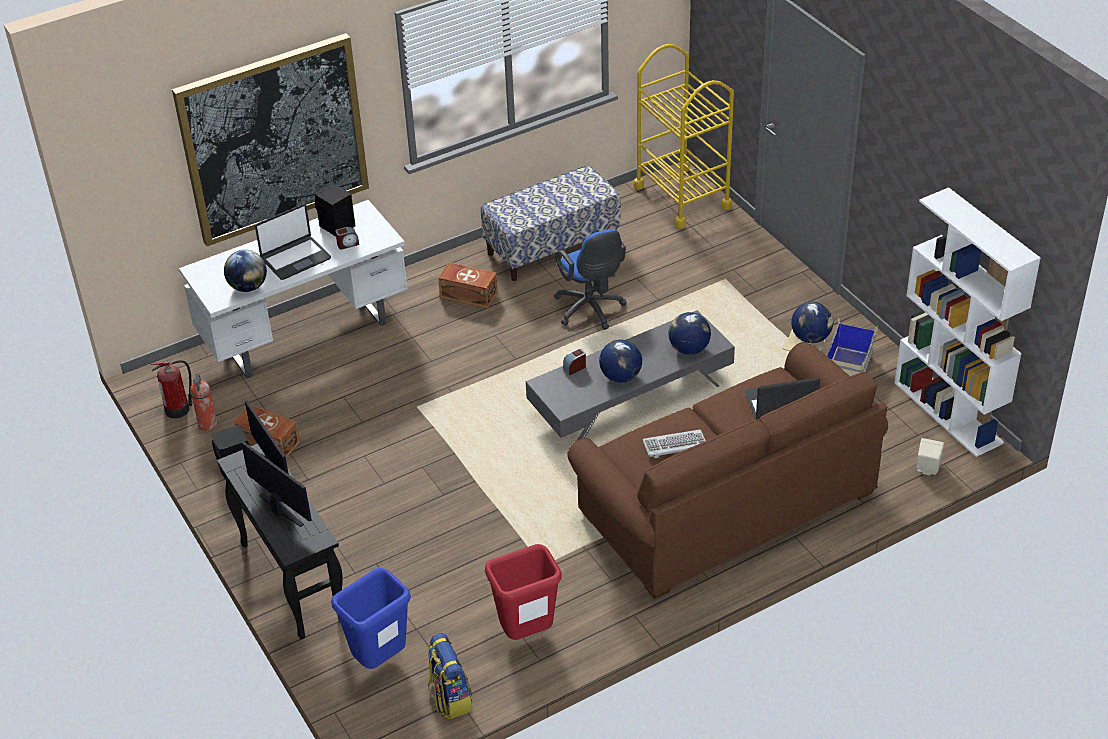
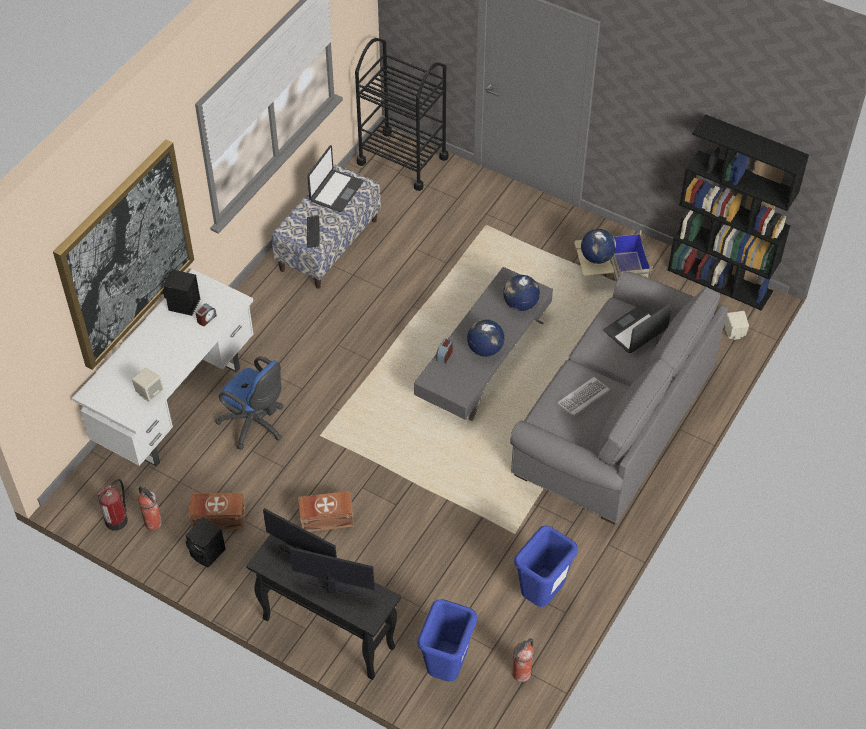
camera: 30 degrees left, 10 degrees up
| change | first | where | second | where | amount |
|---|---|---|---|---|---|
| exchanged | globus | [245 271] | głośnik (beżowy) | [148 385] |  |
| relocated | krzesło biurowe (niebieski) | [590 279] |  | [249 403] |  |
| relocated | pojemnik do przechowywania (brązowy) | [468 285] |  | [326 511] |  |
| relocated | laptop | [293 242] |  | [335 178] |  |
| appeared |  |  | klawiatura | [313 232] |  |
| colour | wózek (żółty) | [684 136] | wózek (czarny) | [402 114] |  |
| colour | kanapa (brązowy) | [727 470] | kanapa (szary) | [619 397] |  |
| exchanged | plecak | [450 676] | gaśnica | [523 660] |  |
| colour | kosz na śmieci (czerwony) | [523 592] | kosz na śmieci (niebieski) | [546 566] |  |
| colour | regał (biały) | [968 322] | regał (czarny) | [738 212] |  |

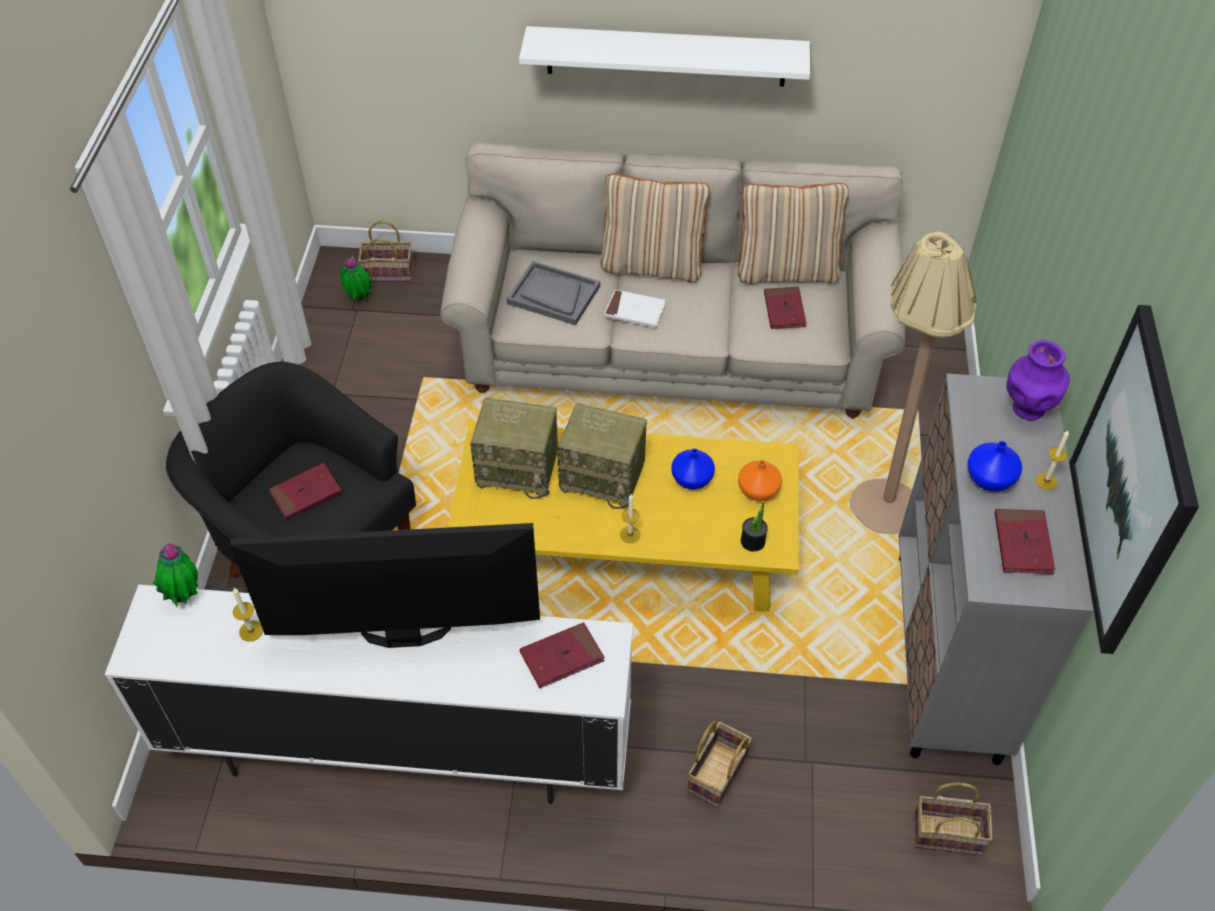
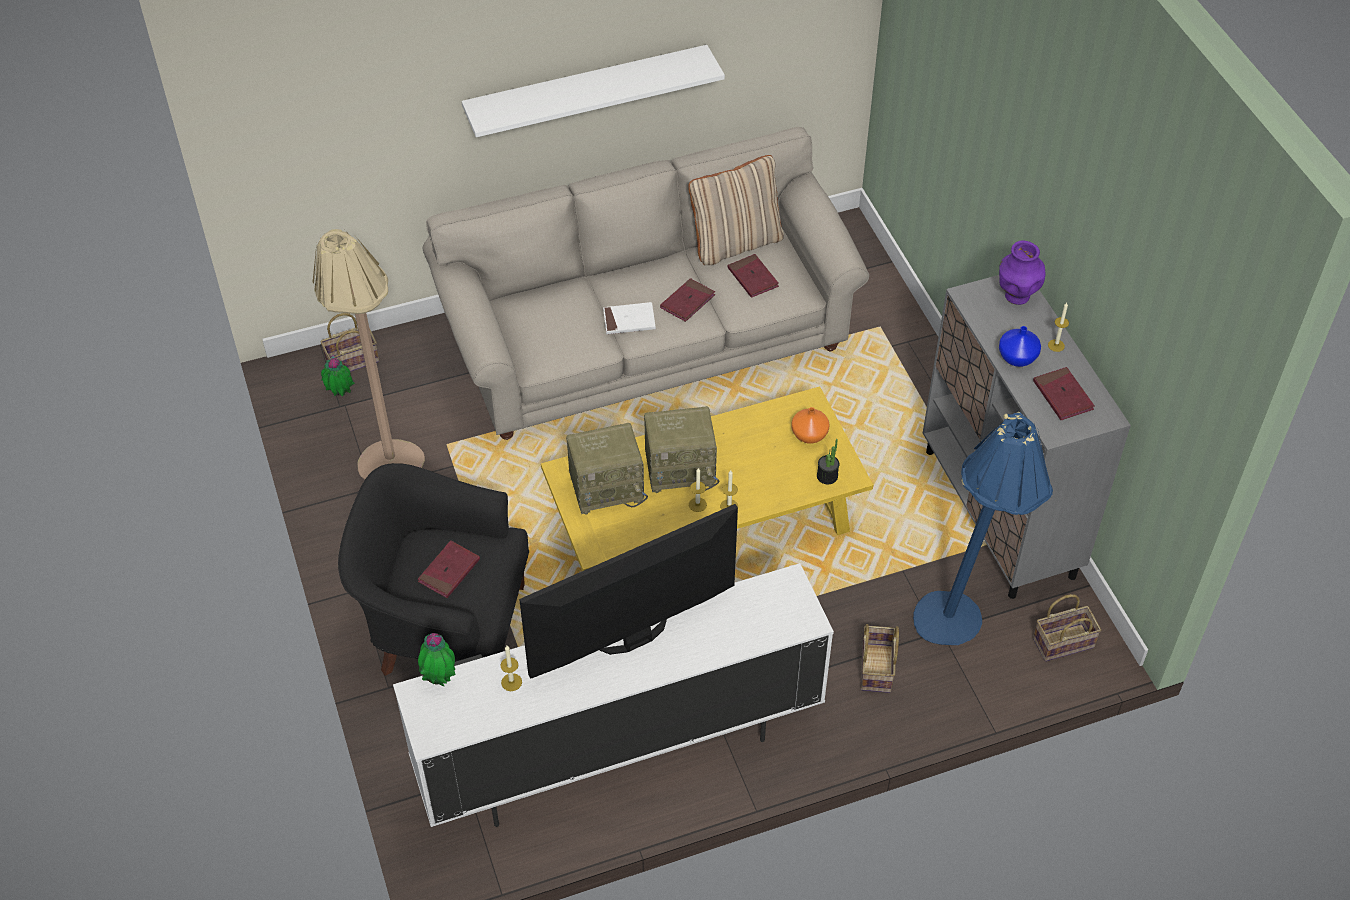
camera: 25 degrees left, 0 degrees up
| change | first | where | second | where | amount |
|---|---|---|---|---|---|
| relocated | lampa stojąca (beżowy) | [913 382] |  | [369 354] |  |
| relocated | książka (czerwony) | [562 655] |  | [687 300] |  |
| appeared |  |  | świeca | [698 490] |  |
| appeared |  |  | lampa stojąca (niebieski) | [983 528] |  |
| missing | taca (szary) | [553 293] |  |  |  |
| missing | poduszka (beżowy) | [655 228] |  |  |  |
| missing | wazon (niebieski) | [693 469] |  |  |  |
| missing | obraz | [1134 479] |  |  |  |

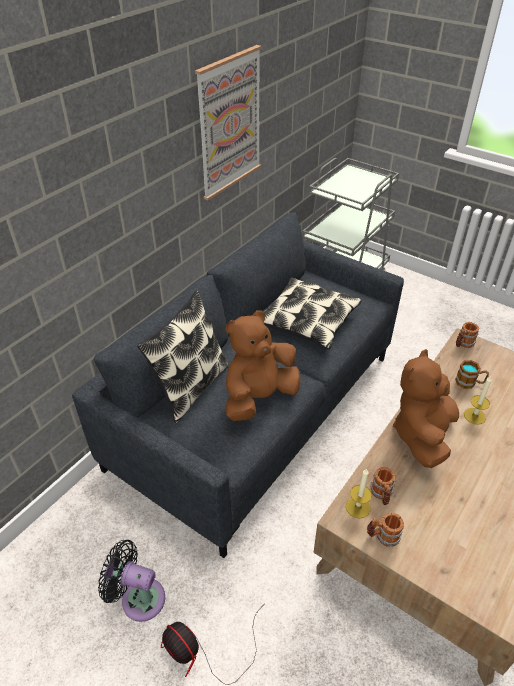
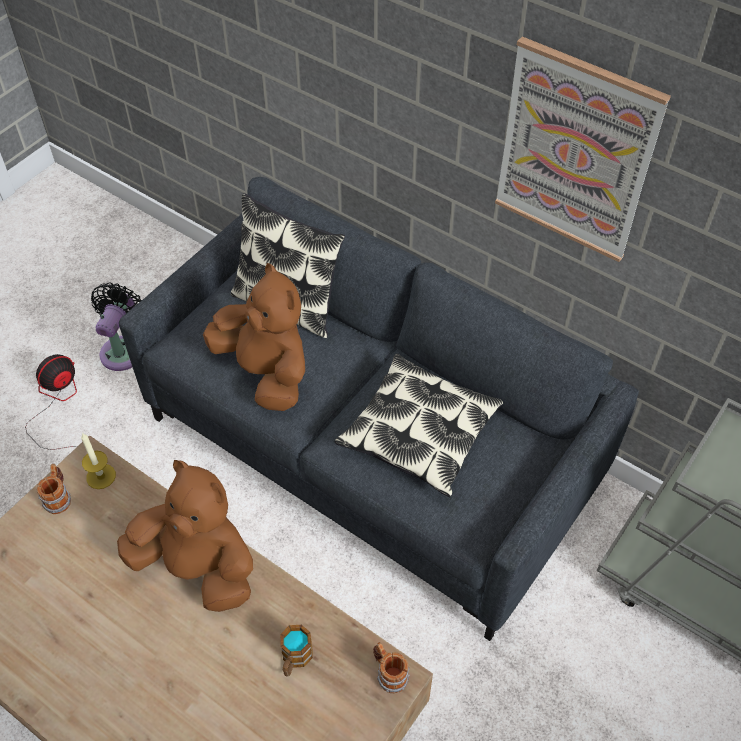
camera: 90 degrees right, 10 degrees up
| change | first | where | second | where | amount |
|---|---|---|---|---|---|
| missing | kubek | [383 486] |  |  |  |
| missing | świeca | [478 400] |  |  |  |

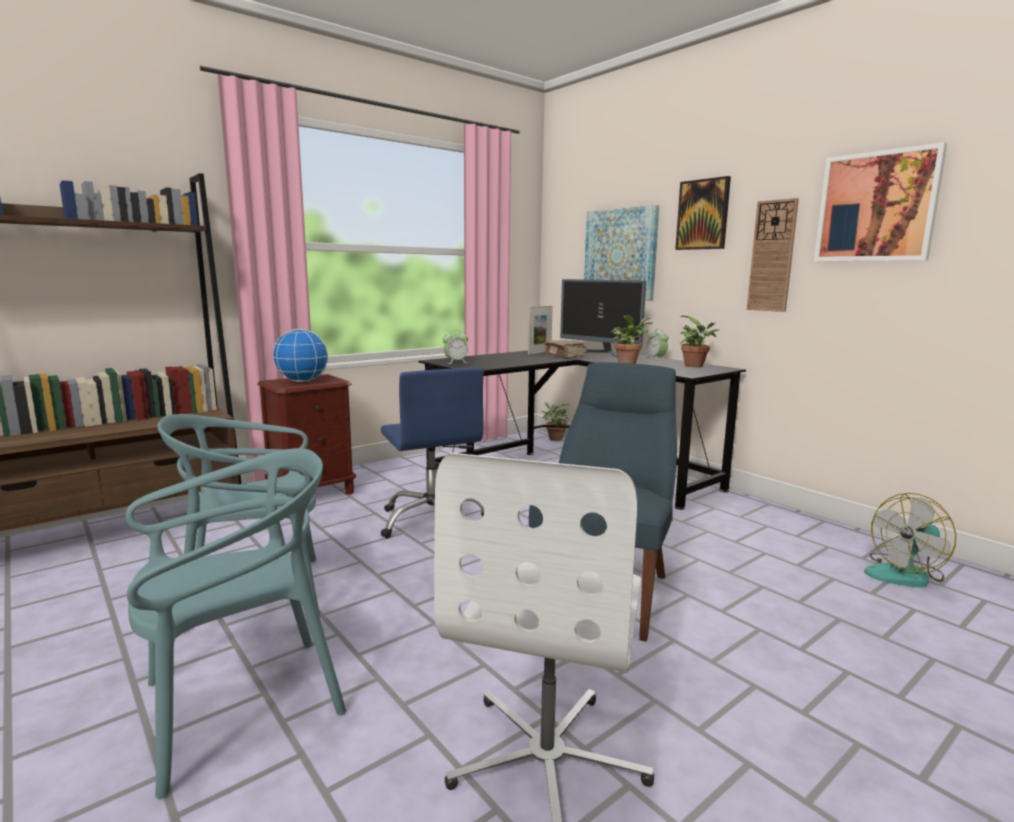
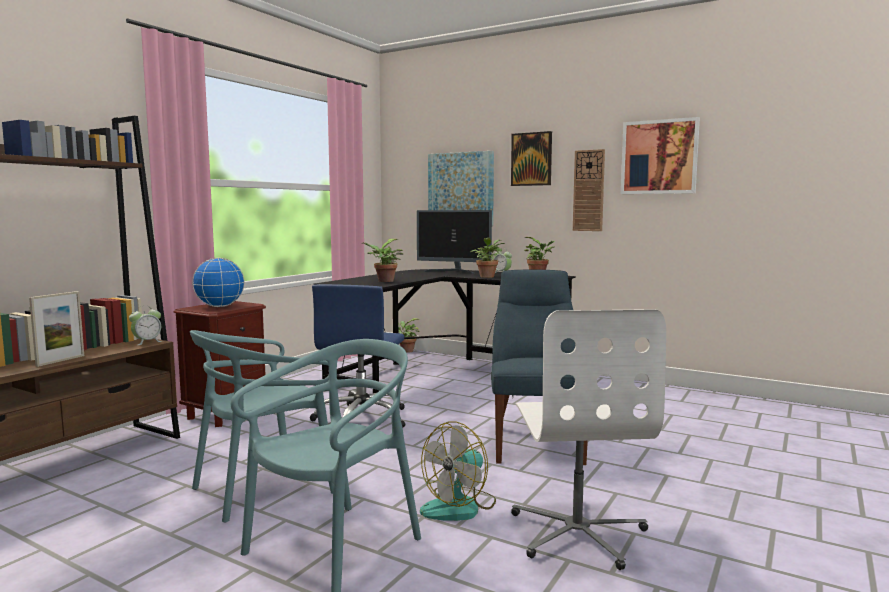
camera: 20 degrees left, 5 degrees down
| change | first | where | second | where | amount |
|---|---|---|---|---|---|
| relocated | ramka na zdjęcie | [540 330] |  | [56 329] |  |
| relocated | budzik | [455 347] |  | [146 325] |  |
| spun | krzesło biurowe (niebieski) | [432 453] |  | [357 355] | 60 degrees clockwise |
| appeared |  |  | roślina doniczkowa | [382 260] |  |
| relocated | wentylator | [910 540] |  | [458 471] |  |
| missing | książka (brązowy) | [565 349] |  |  |  |

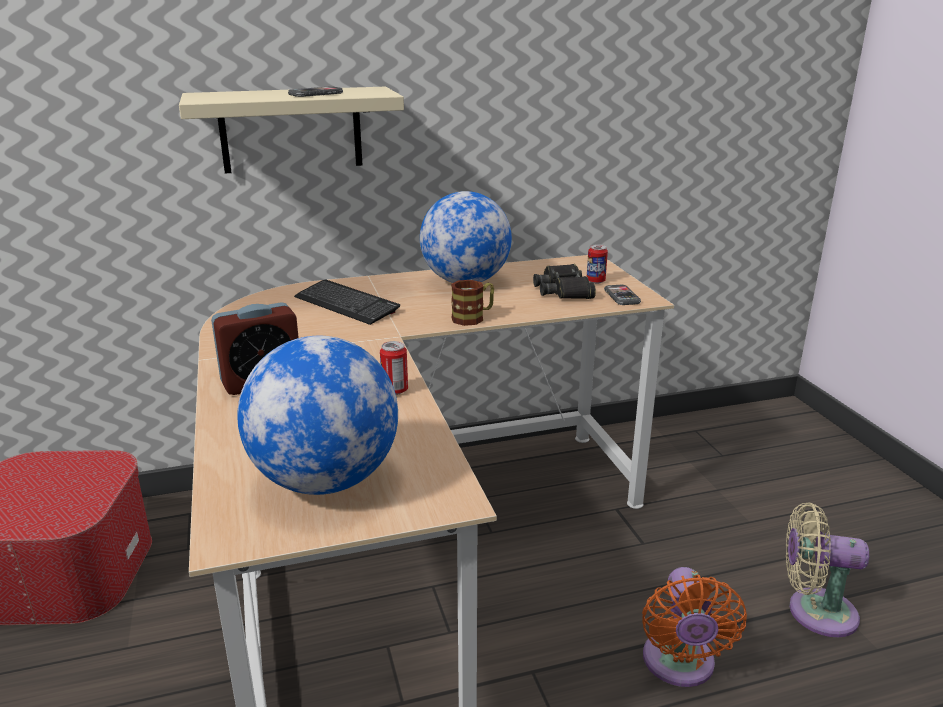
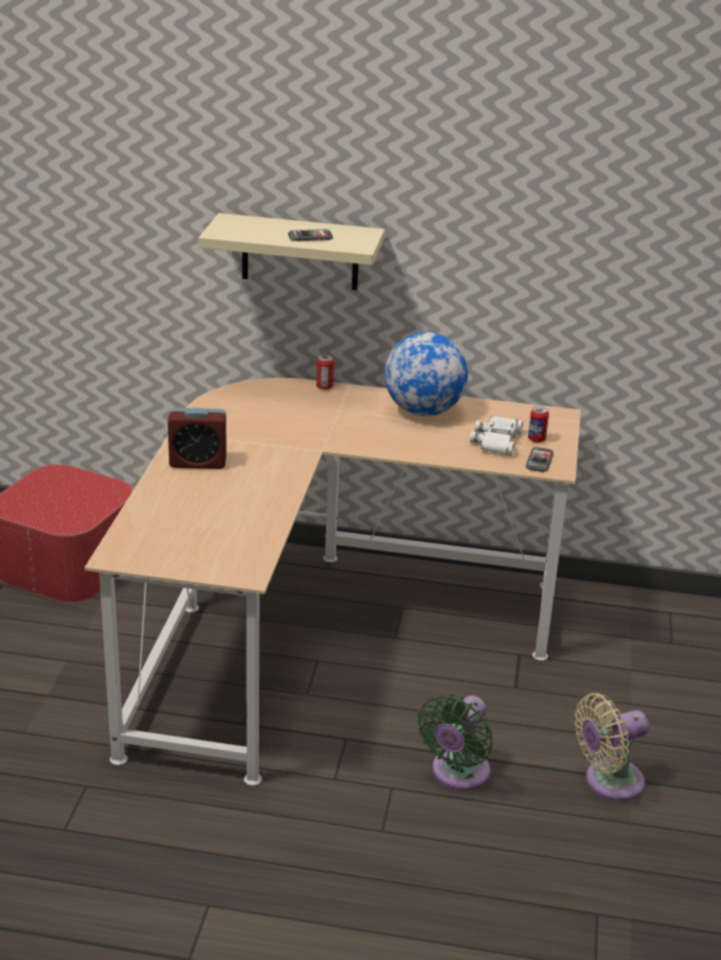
camera: 25 degrees right, 5 degrees up
| change | first | where | second | where | amount |
|---|---|---|---|---|---|
| relocated | puszka | [394 368] |  | [325 372] |  |
| colour | wentylator (pomarańczowy) | [694 627] | wentylator (zielony) | [455 742] |  |
| colour | lornetka (czarny) | [564 281] | lornetka (biały) | [496 436] |  |
| spun | wentylator (beżowy) | [827 569] |  | [612 747] | 60 degrees counterclockwise |
| missing | globus | [317 415] |  |  |  |
| missing | klawiatura | [347 302] |  |  |  |
| missing | kubek | [472 303] |  |  |  |

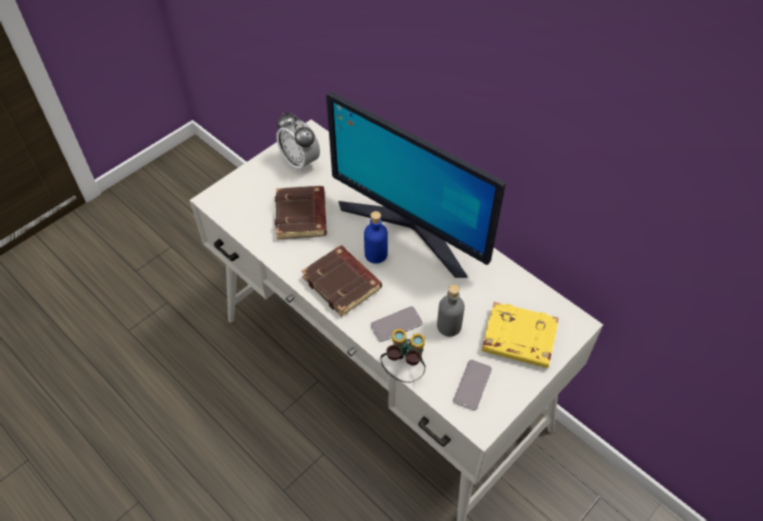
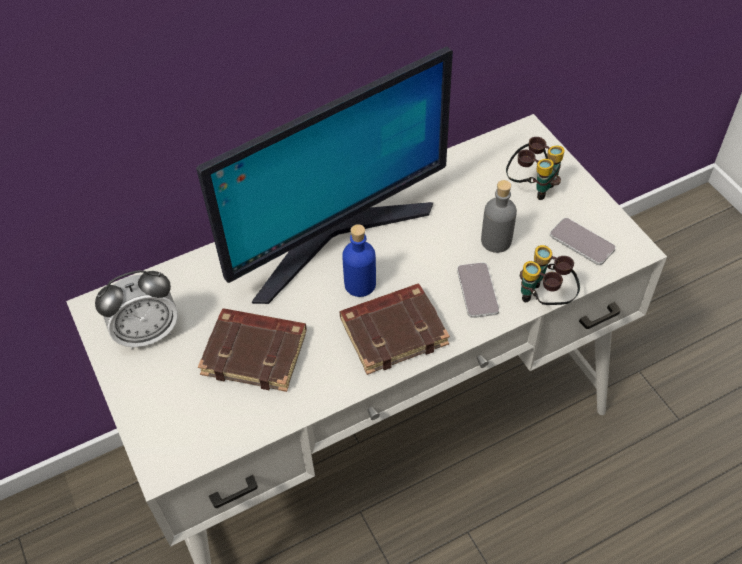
camera: 70 degrees left, 0 degrees up
| change | first | where | second | where | amount |
|---|---|---|---|---|---|
| exchanged | książka (żółty) | [520 335] | lornetka | [535 168] |  |

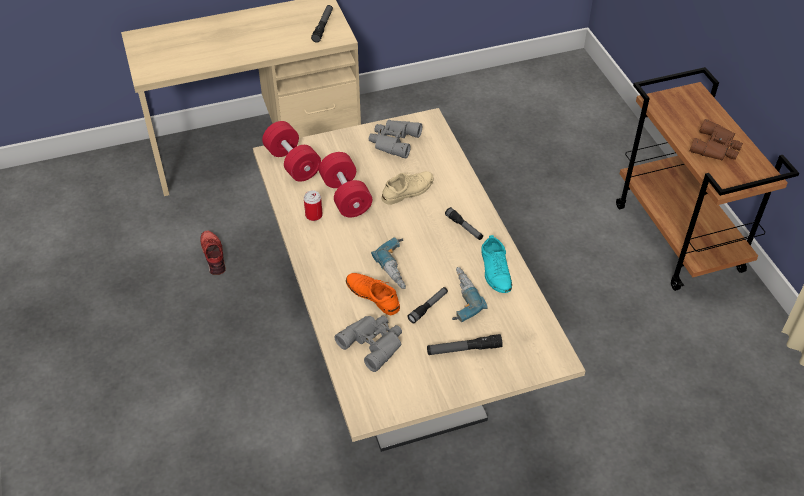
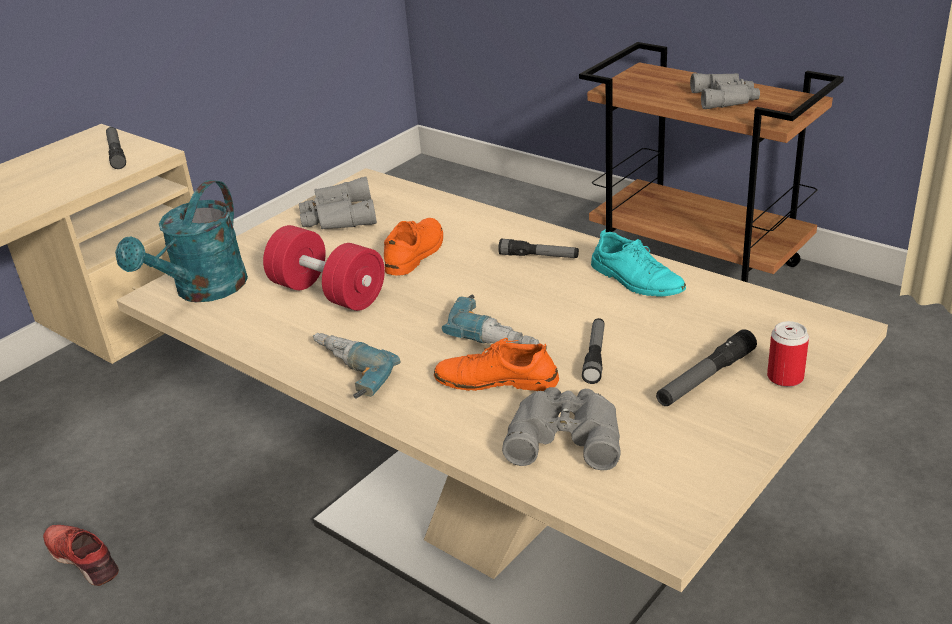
camera: 30 degrees left, 15 degrees down
| change | first | where | second | where | amount |
|---|---|---|---|---|---|
| exchanged | hantel (czerwony) | [291 151] | konewka (turkusowy) | [181 241] |  |
| relocated | wiertarka | [470 294] |  | [356 366] |  |
| colour | but (beżowy) | [407 188] | but (pomarańczowy) | [413 247] |  |
| colour | lornetka (brązowy) | [716 139] | lornetka (szary) | [725 91] |  |
| relocated | puszka | [313 205] |  | [788 354] |  |

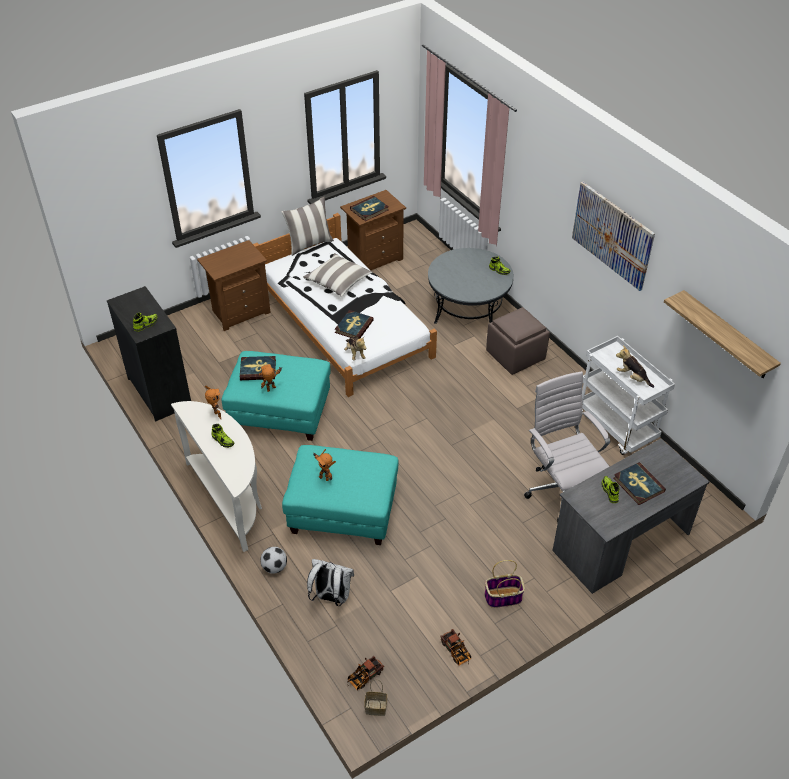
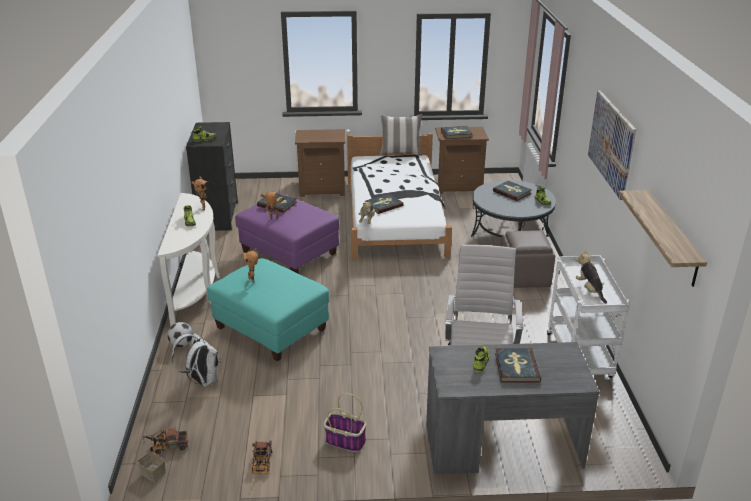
camera: 30 degrees right, 15 degrees down
| change | first | where | second | where | amount |
|---|---|---|---|---|---|
| colour | pufa (turkusowy) | [276 396] | pufa (fioletowy) | [287 233] |  |
| appeared |  |  | książka | [512 191] |  |
| missing | poduszka | [337 275] |  |  |  |

